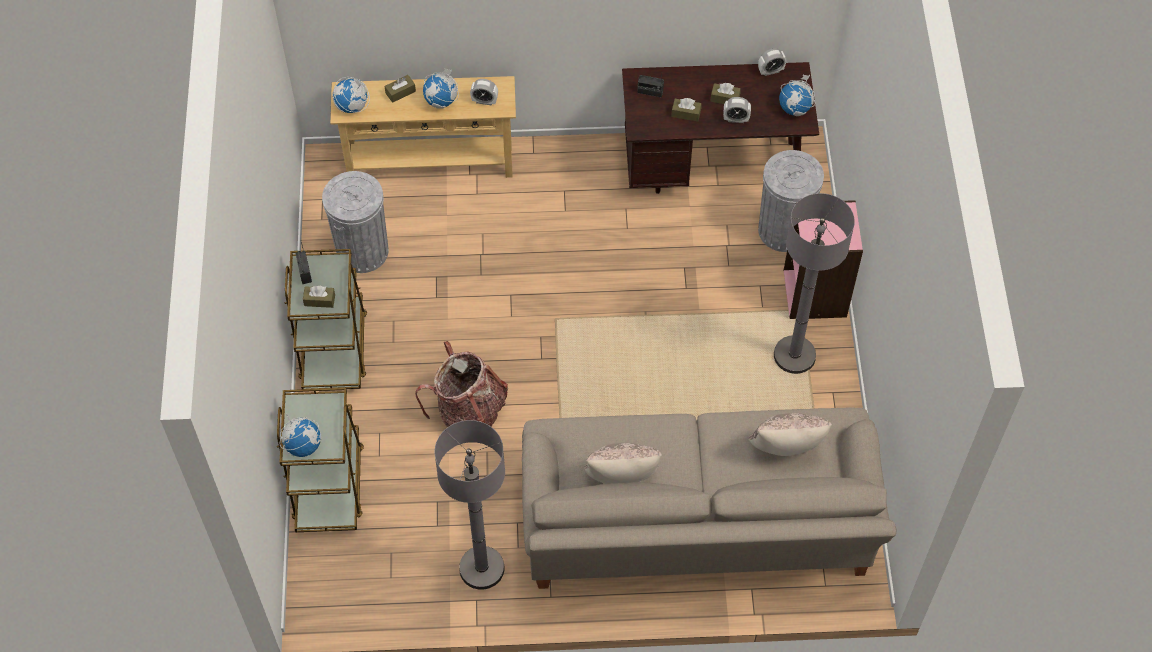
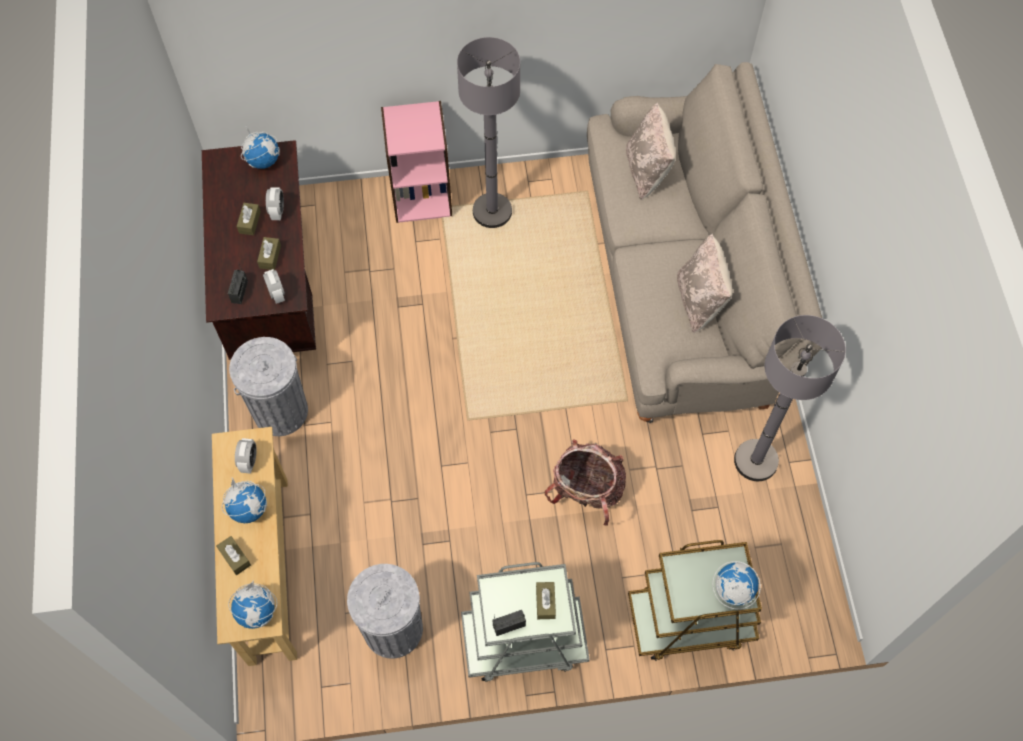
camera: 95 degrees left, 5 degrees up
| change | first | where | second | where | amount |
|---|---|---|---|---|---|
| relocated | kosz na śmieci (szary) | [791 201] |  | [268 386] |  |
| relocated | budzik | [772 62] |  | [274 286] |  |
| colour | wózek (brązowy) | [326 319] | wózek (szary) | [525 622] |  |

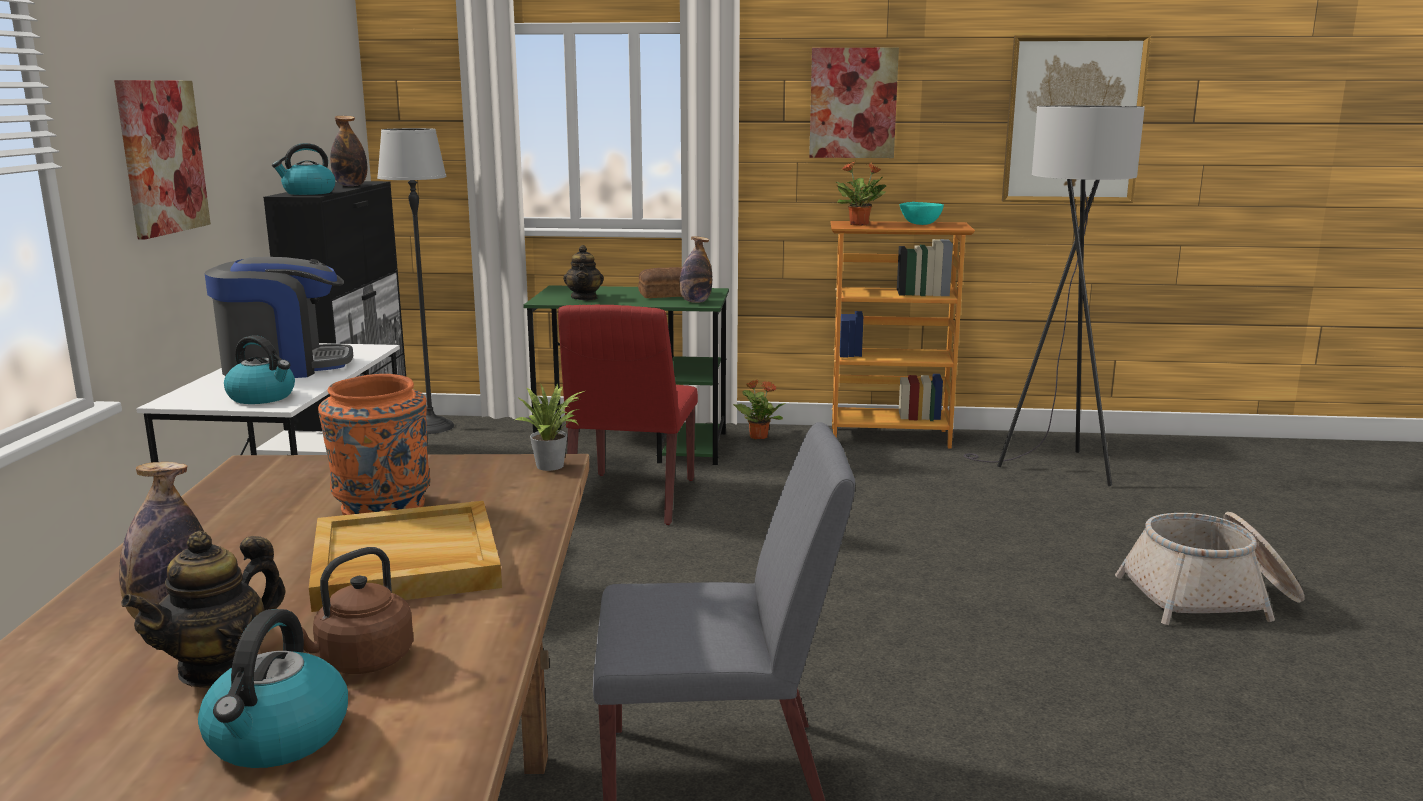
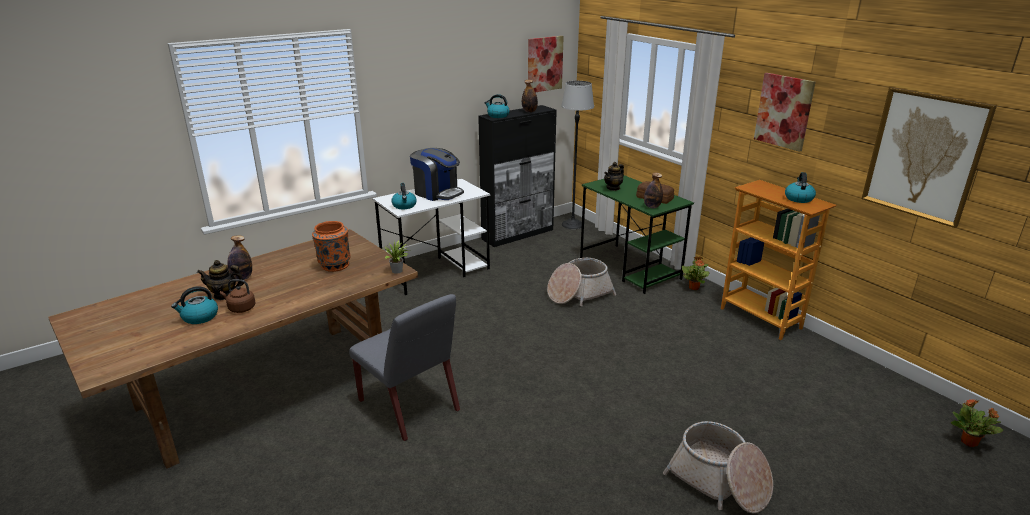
camera: 50 degrees right, 10 degrees up
| change | first | where | second | where | amount |
|---|---|---|---|---|---|
| relocated | obraz | [162 159] |  | [546 64] |  |
| exchanged | krzesło (czerwony) | [628 415] | koszyk | [581 282] |  |
| exchanged | miska (turkusowy) | [922 213] | czajnik | [800 187] |  |
| relocated | roślina doniczkowa | [861 193] |  | [977 423] |  |
| missing | taca (beżowy) | [405 556] |  |  |  |
| missing | lampa stojąca (szary) | [1054 295] |  |  |  |

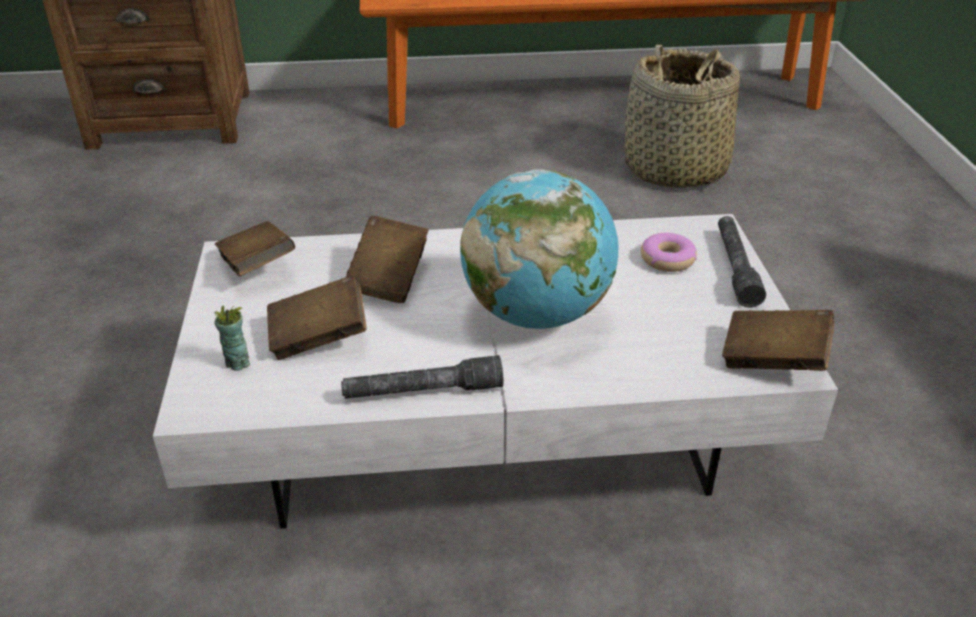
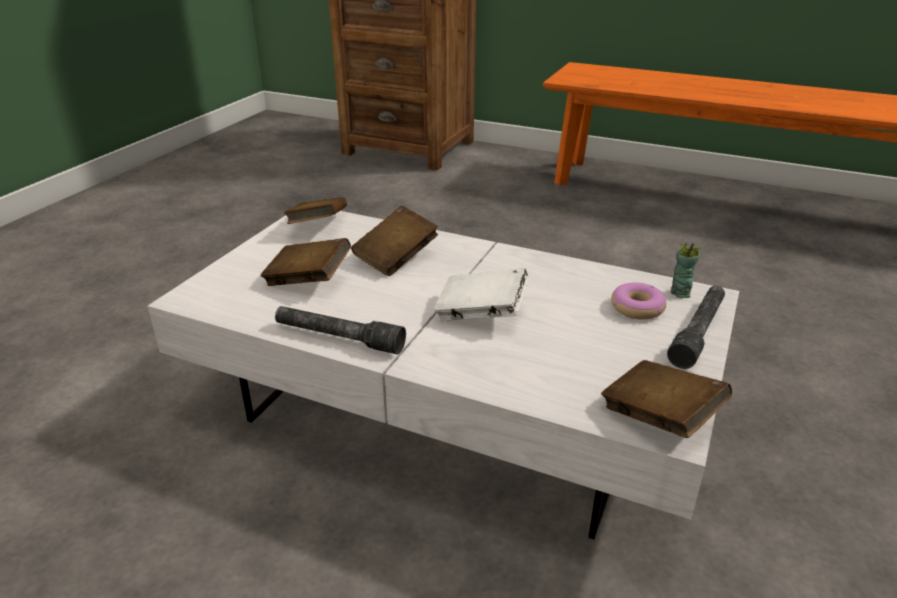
camera: 30 degrees right, 5 degrees down
| change | first | where | second | where | amount |
|---|---|---|---|---|---|
| exchanged | globus | [539 249] | książka (biały) | [481 294] |  |
| relocated | filiżanka | [232 338] |  | [686 270] |  |
| missing | koszyk | [682 116] |  |  |  |

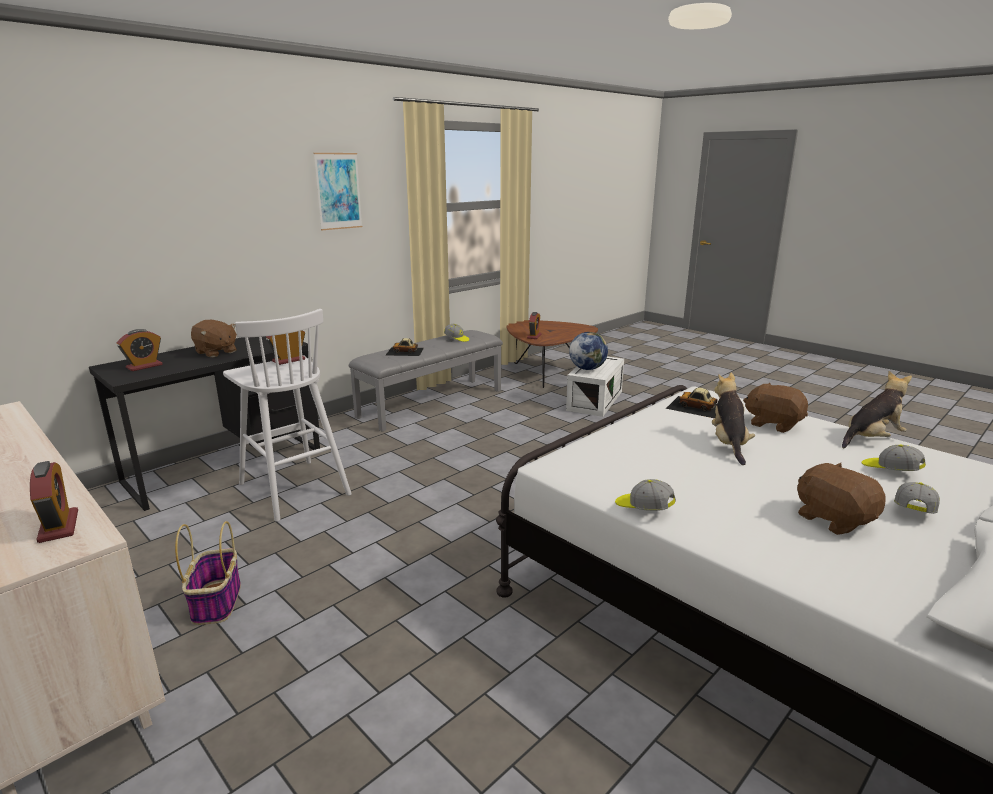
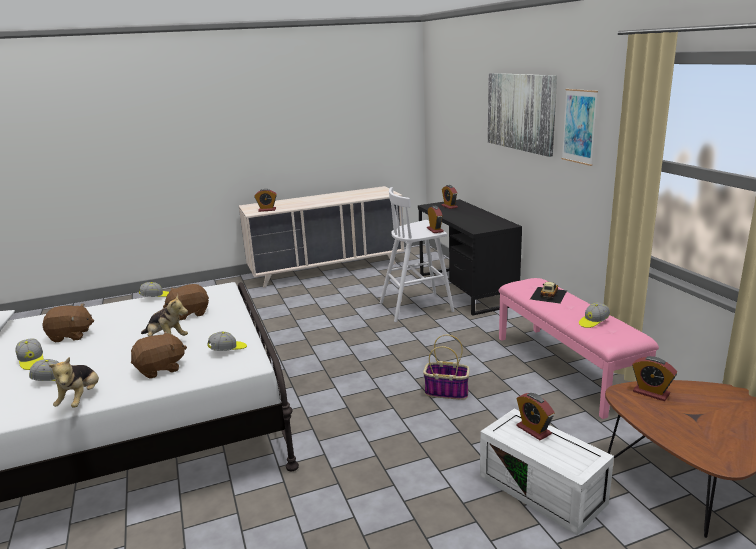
camera: 115 degrees right, 0 degrees up
| change | first | where | second | where | amount |
|---|---|---|---|---|---|
| relocated | pluszak (brązowy) | [214 338] |  | [186 302] |  |
| exchanged | samochodzik | [692 403] | czapka z daszkiem | [227 341] |  |
| relocated | koszyk | [208 573] |  | [446 367] |  |
| appeared |  |  | obraz | [522 115] |  |
| colour | ławka (szary) | [426 381] | ławka (różowy) | [579 348] |  |
| exchanged | globus | [588 351] | budzik | [536 416] |  |

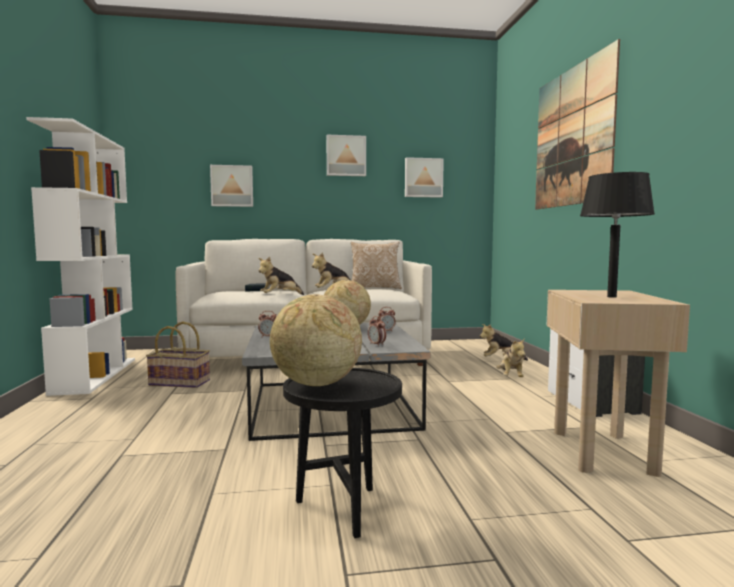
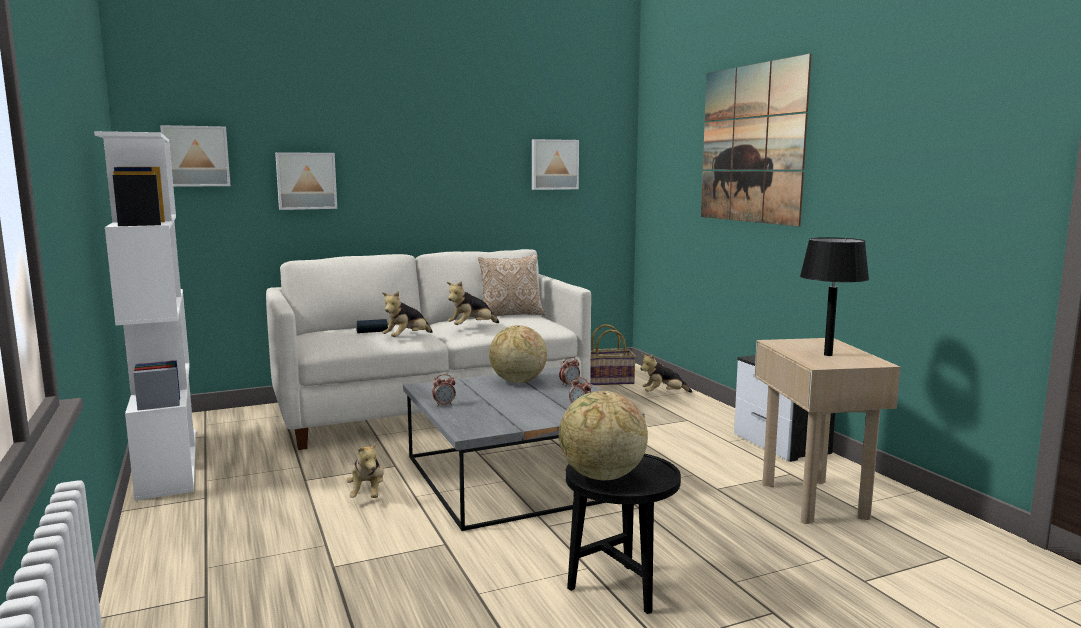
camera: 15 degrees left, 5 degrees up
| change | first | where | second | where | amount |
|---|---|---|---|---|---|
| relocated | obraz | [346 155] |  | [195 156] |  |
| relocated | pluszak | [510 357] |  | [365 469] |  |
| relocated | koszyk | [178 354] |  | [613 354] |  |

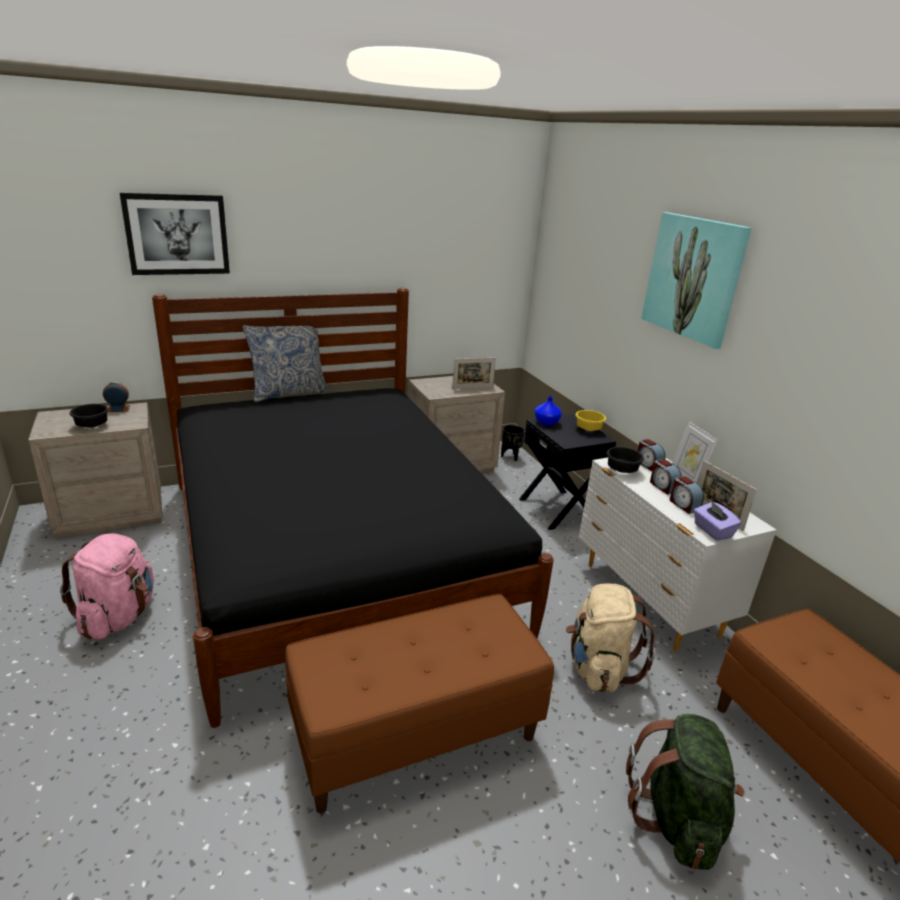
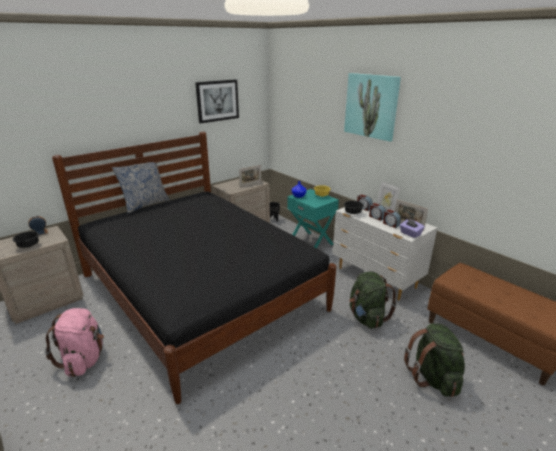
camera: 15 degrees left, 0 degrees up
| change | first | where | second | where | amount |
|---|---|---|---|---|---|
| relocated | obraz | [175 234] |  | [217 101] |  |
| colour | szafka nocna (czarny) | [567 472] | szafka nocna (turkusowy) | [313 218] |  |
| colour | plecak (beżowy) | [610 637] | plecak (zielony) | [373 300] |  |
| missing | ławka (brązowy) | [419 703] |  |  |  |

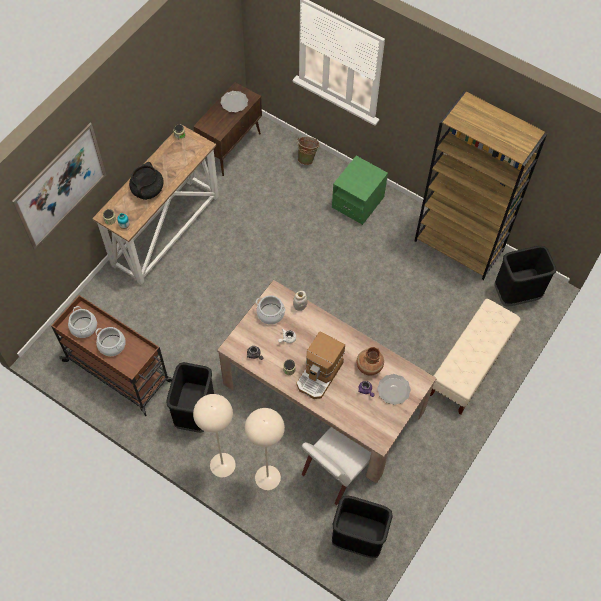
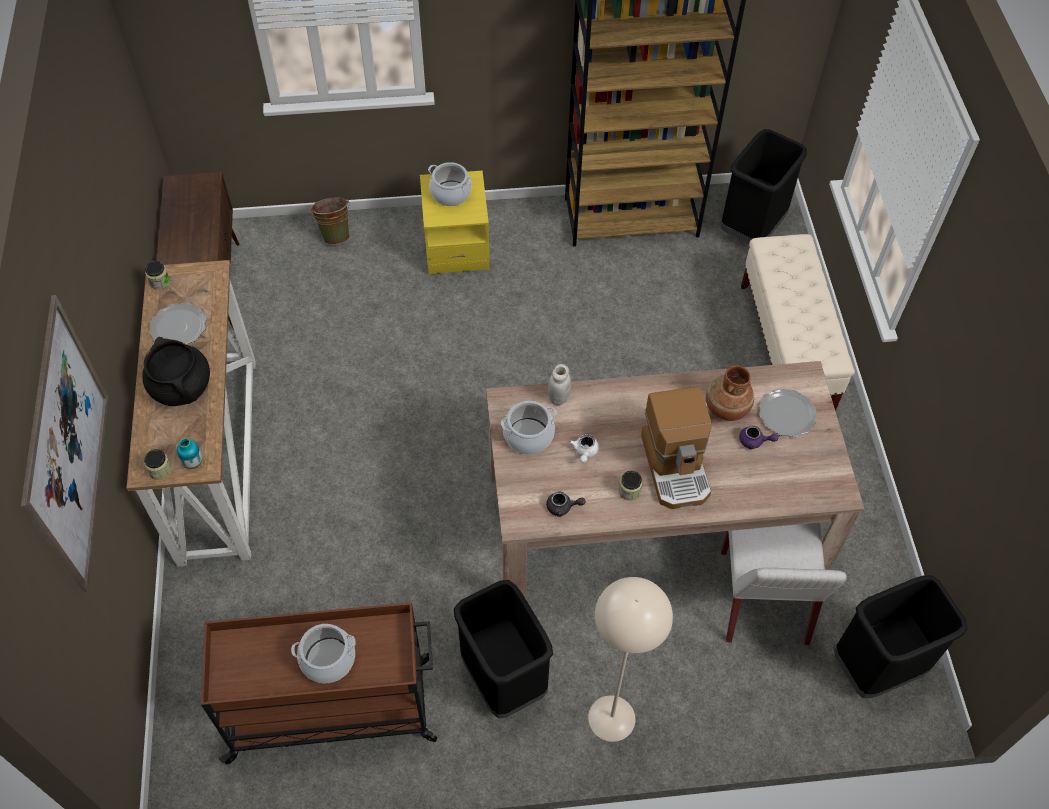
camera: 40 degrees left, 5 degrees down
| change | first | where | second | where | amount |
|---|---|---|---|---|---|
| relocated | talerz | [234 102] |  | [177 324] |  |
| colour | szafka nocna (zielony) | [360 190] | szafka nocna (żółty) | [455 222] |  |
| relocated | garnek | [82 322] |  | [450 184] |  |
| missing | lampa stojąca (beżowy) | [265 449] |  |  |  |

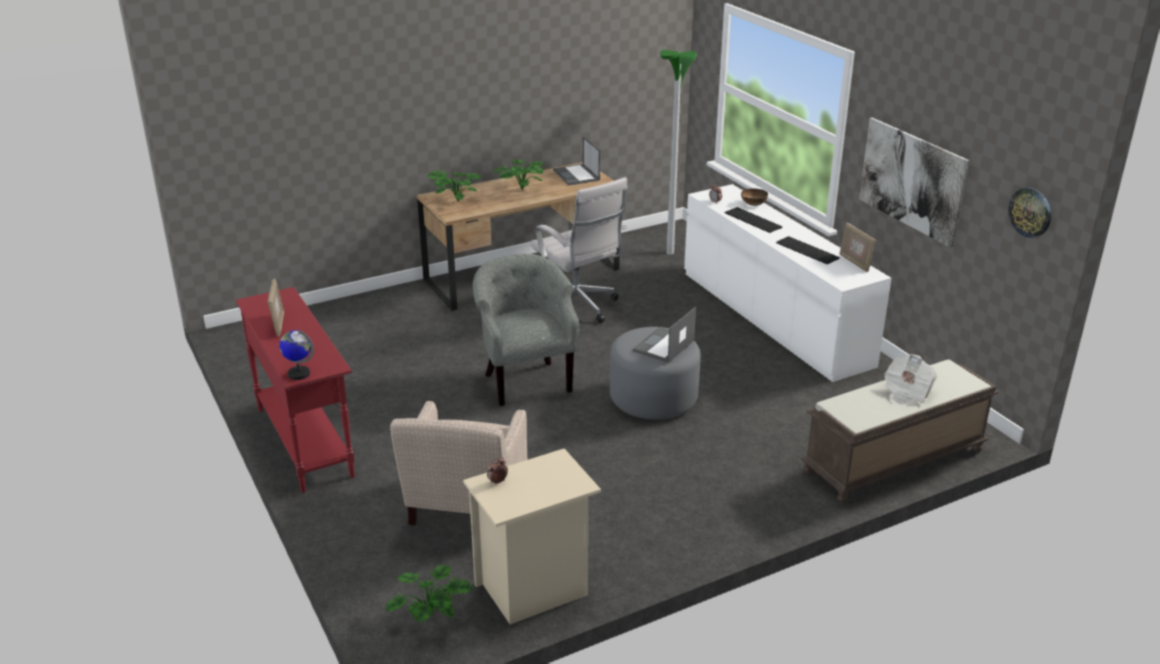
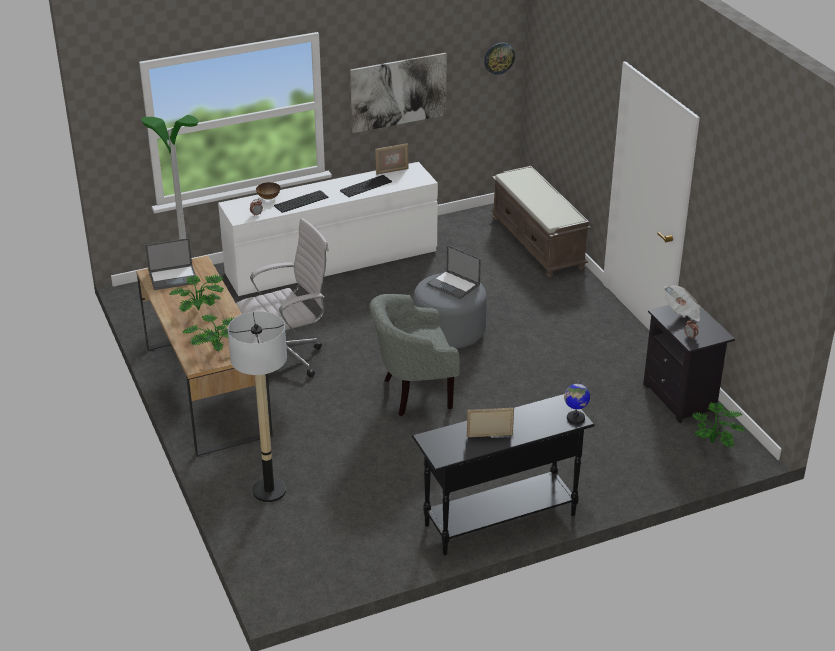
camera: 85 degrees left, 5 degrees up
| change | first | where | second | where | amount |
|---|---|---|---|---|---|
| appeared |  |  | lampa stojąca | [257 406] |  |
| colour | stolik konsolowy (czerwony) | [295 390] | stolik konsolowy (czarny) | [503 474] |  |
| colour | szafka nocna (beżowy) | [532 536] | szafka nocna (czarny) | [689 363] |  |
| relocated | gazeta | [910 379] |  | [682 303] |  |
| missing | fotel (beżowy) | [458 463] |  |  |  |

